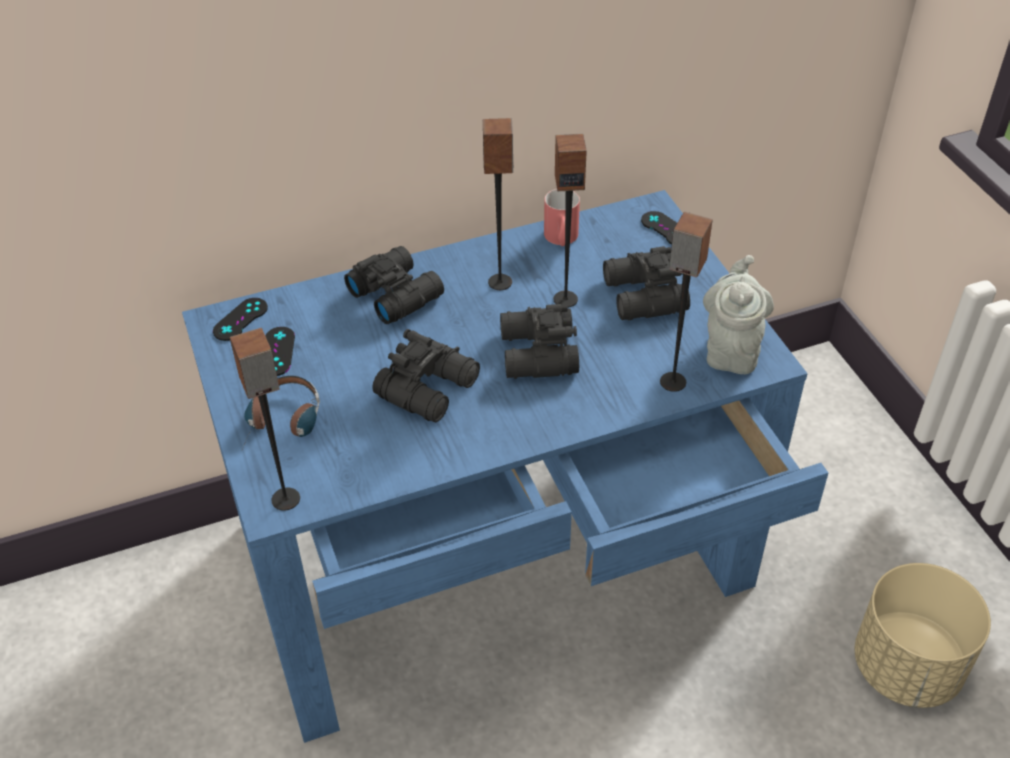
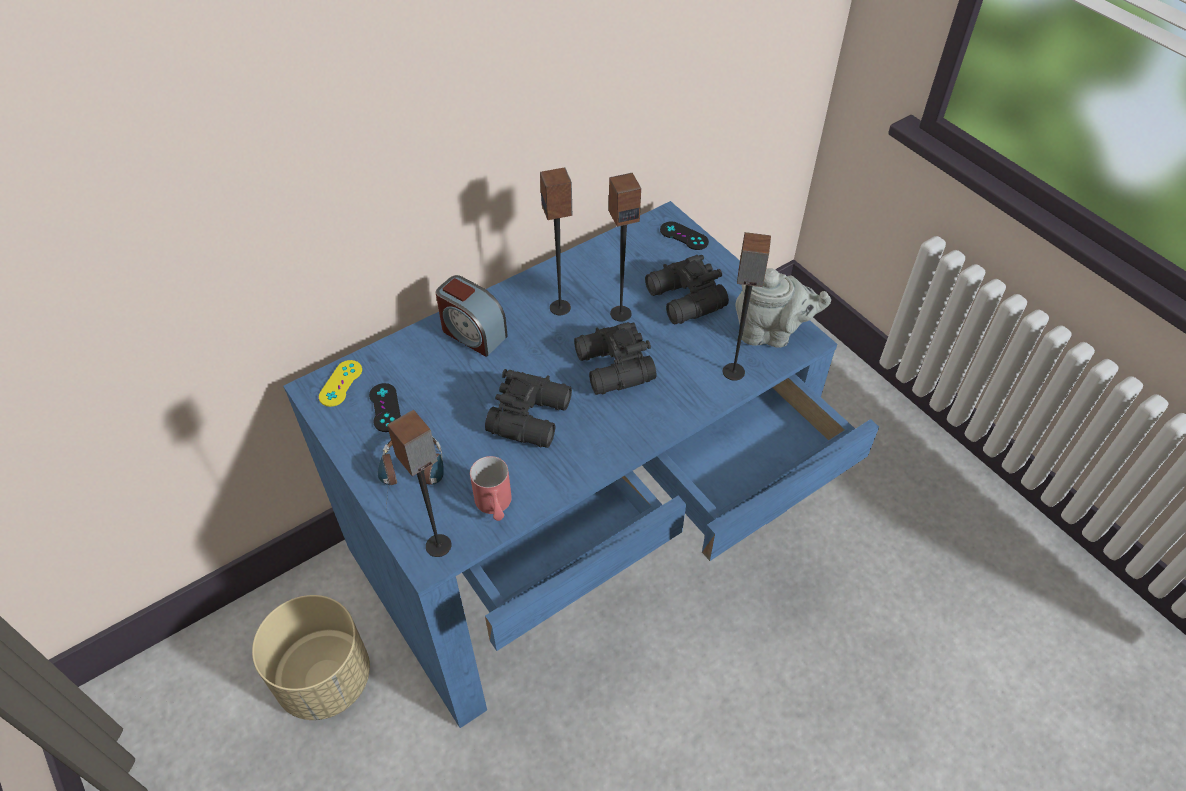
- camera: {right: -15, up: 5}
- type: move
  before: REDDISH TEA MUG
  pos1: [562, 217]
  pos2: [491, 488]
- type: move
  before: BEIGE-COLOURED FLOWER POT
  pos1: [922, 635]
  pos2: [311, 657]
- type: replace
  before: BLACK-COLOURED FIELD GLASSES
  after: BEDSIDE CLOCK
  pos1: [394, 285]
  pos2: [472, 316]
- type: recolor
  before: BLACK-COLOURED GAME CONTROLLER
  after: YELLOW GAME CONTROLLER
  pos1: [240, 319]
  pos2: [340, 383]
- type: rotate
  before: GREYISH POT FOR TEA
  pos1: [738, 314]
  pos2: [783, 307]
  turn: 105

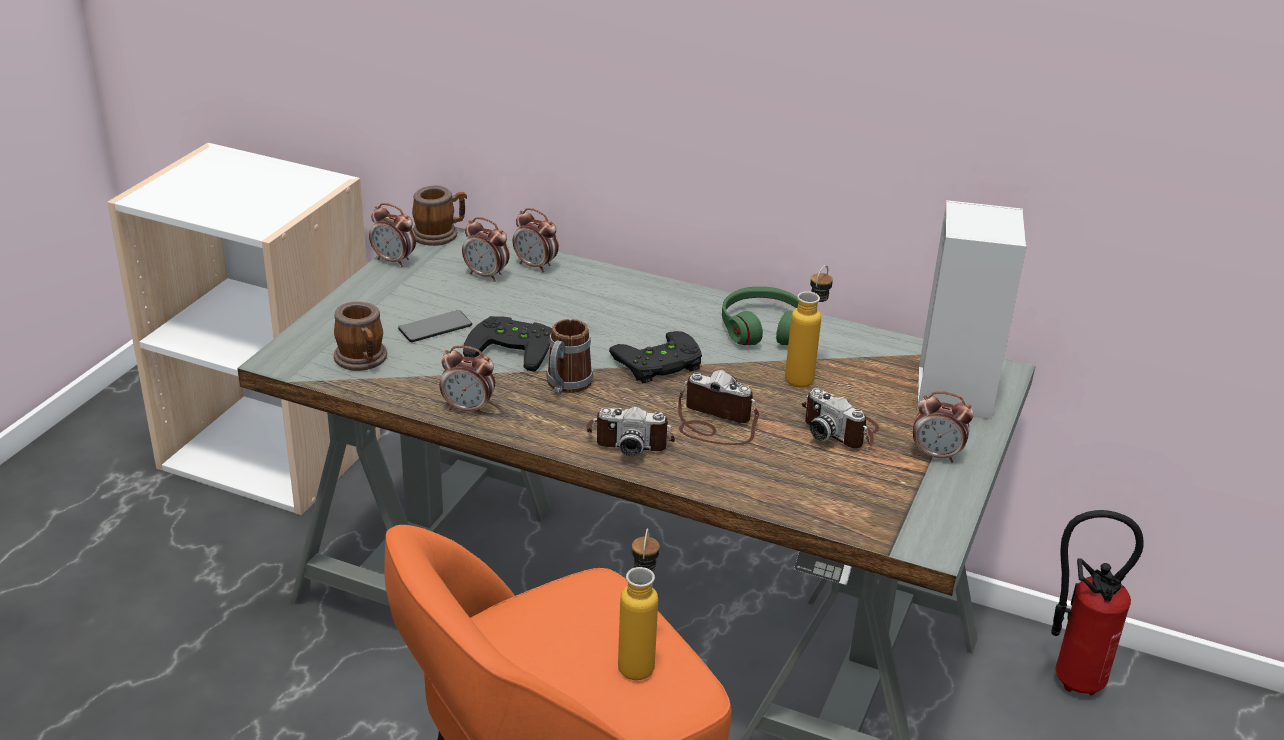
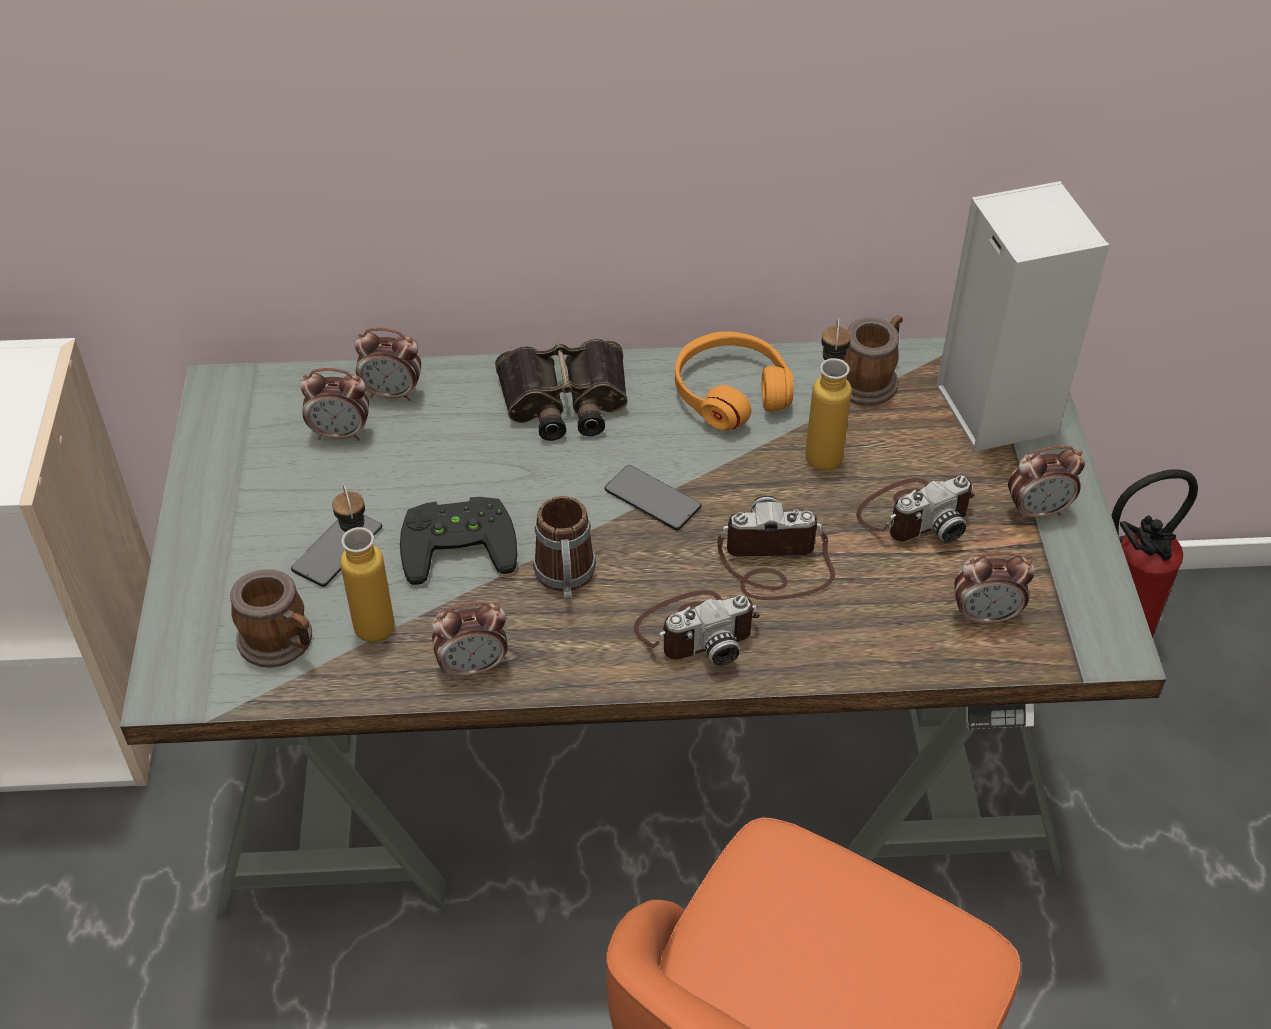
- camera: {right: -25, up: 15}
- type: insert
  after: FIELD GLASSES
  pos2: [561, 390]
- type: move
  before: BEDSIDE CLOCK
  pos1: [392, 235]
  pos2: [994, 588]
- type: move
  before: TEA MUG
  pos1: [439, 215]
  pos2: [873, 360]
- type: move
  before: DRINK BOTTLE
  pos1: [638, 604]
  pos2: [363, 563]
- type: replace
  before: BLACK-COLOURED GAME CONTROLLER
  after: TELEPHONE
  pos1: [655, 357]
  pos2: [653, 498]
- type: recolor
  before: GREENISH HEADSET
  after: ORANGEY HEADSET
  pos1: [760, 316]
  pos2: [734, 380]
- type: rotate
  before: STILL CAMERA
  pos1: [840, 418]
  pos2: [915, 509]
  turn: -45

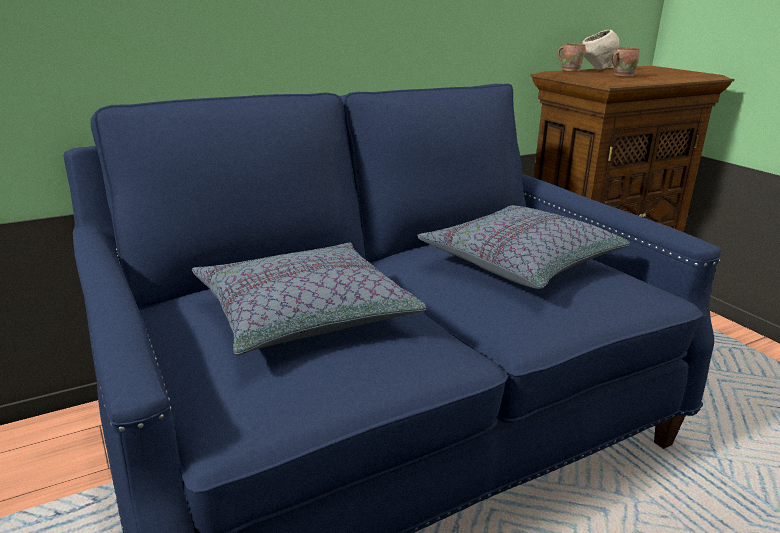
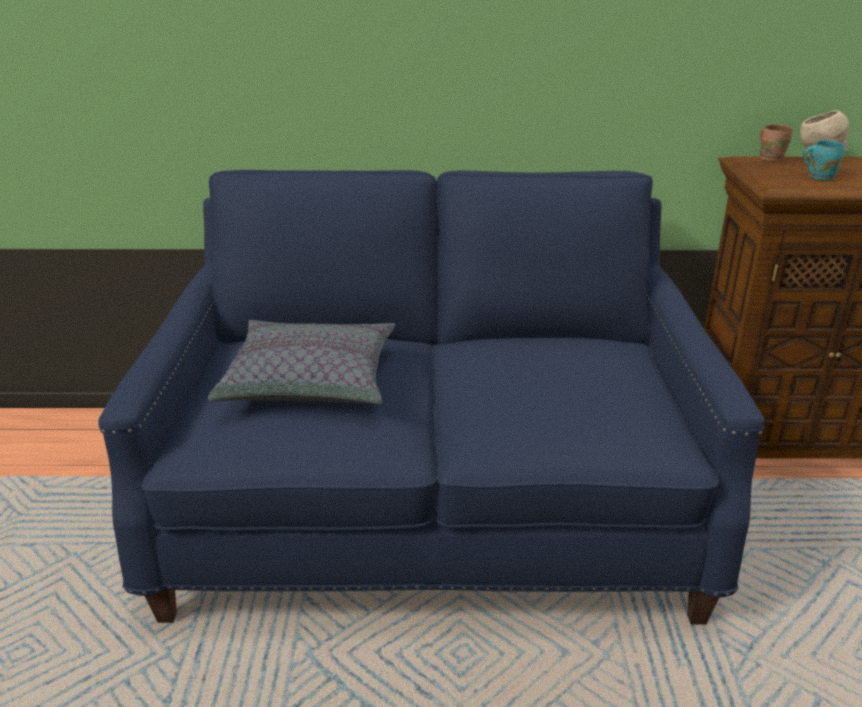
- camera: {right: 30, up: 5}
- type: delete
  before: GREYISH CUSHION
  pos1: [523, 247]
- type: recolor
  before: BROWNISH TEA MUG
  after: TURQUOISE TEA MUG
  pos1: [626, 62]
  pos2: [824, 160]

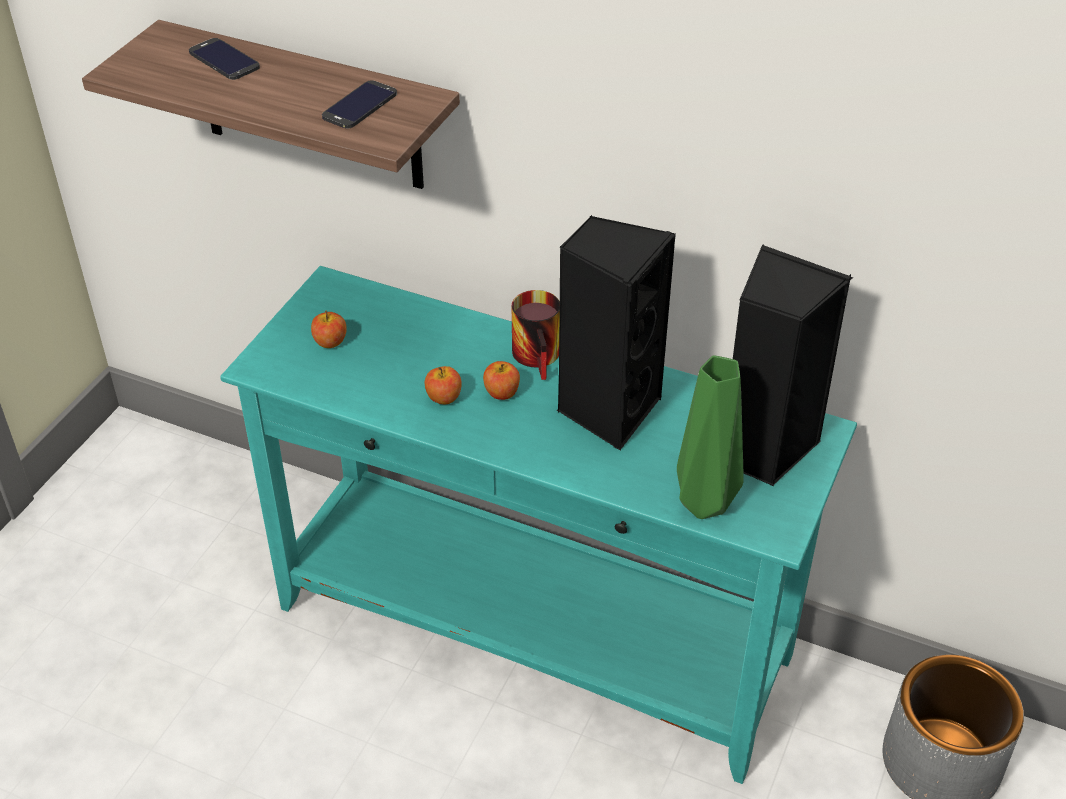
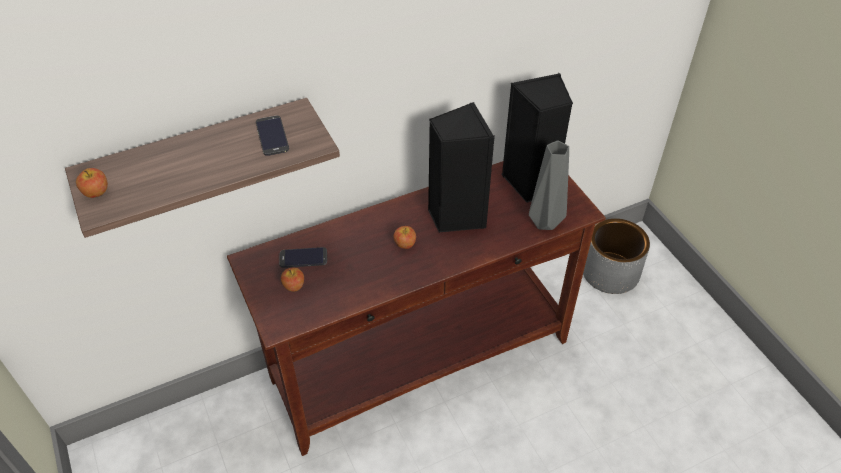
- camera: {right: -50, up: 5}
- type: delete
  before: TEA MUG
  pos1: [536, 335]
- type: move
  before: TELEPHONE
  pos1: [224, 59]
  pos2: [303, 257]
- type: move
  before: APPLE
  pos1: [443, 385]
  pos2: [92, 183]
- type: recolor
  before: TURQUOISE CONSOLE TABLE
  after: BROWNISH CONSOLE TABLE
  pos1: [538, 525]
  pos2: [416, 308]
- type: recolor
  before: GREENISH VASE
  after: GREYISH VASE
  pos1: [710, 437]
  pos2: [549, 185]

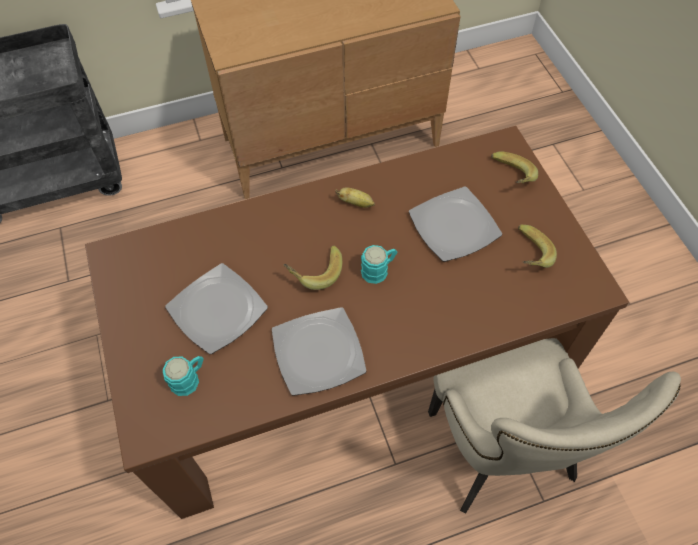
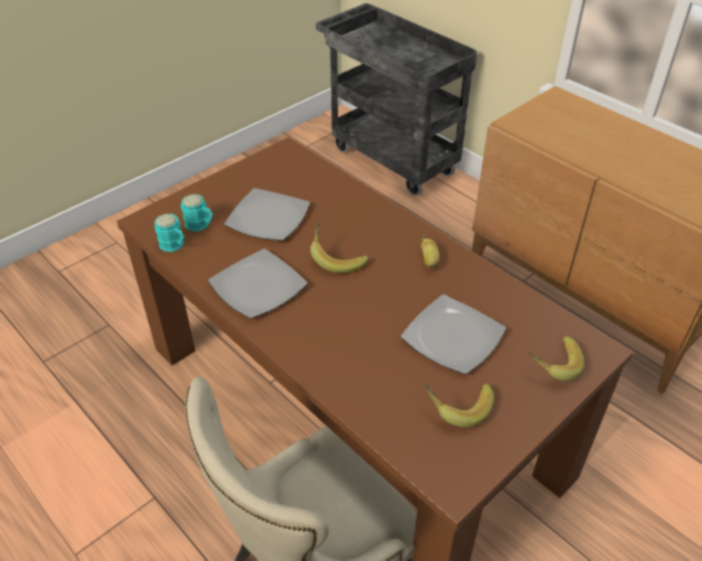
- camera: {right: 65, up: -15}
- type: move
  before: TURQUOISE TEA MUG
  pos1: [379, 264]
  pos2: [169, 233]

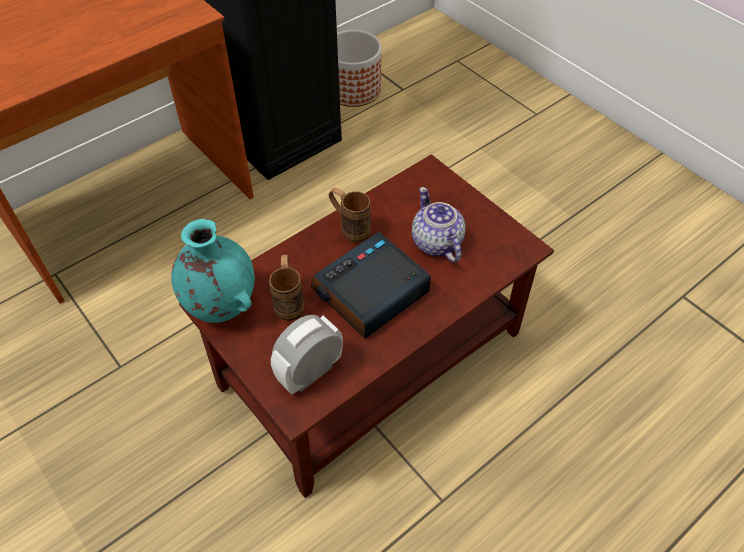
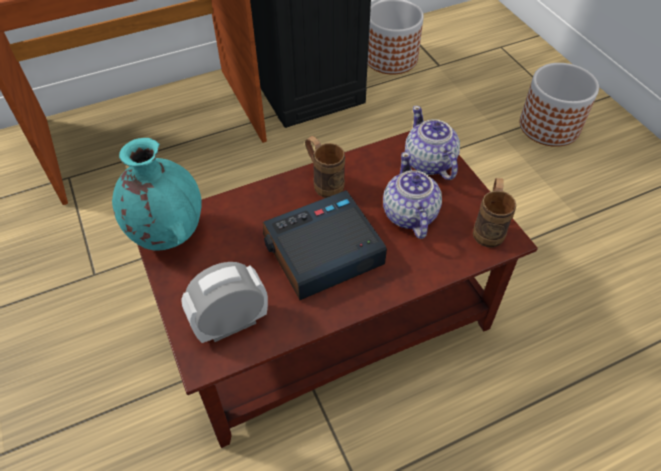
- camera: {right: 15, up: 0}
- type: insert
  after: POT FOR TEA
  pos2: [432, 143]
- type: insert
  after: FLOWER POT
  pos2: [559, 105]
- type: move
  before: BROWNISH TEA MUG
  pos1: [287, 287]
  pos2: [494, 212]

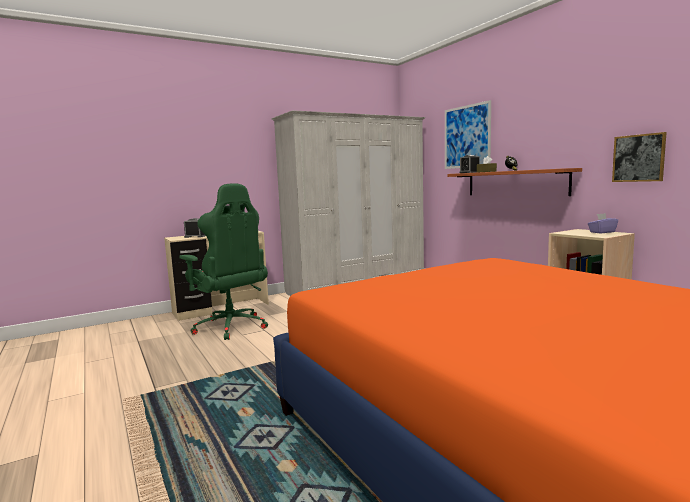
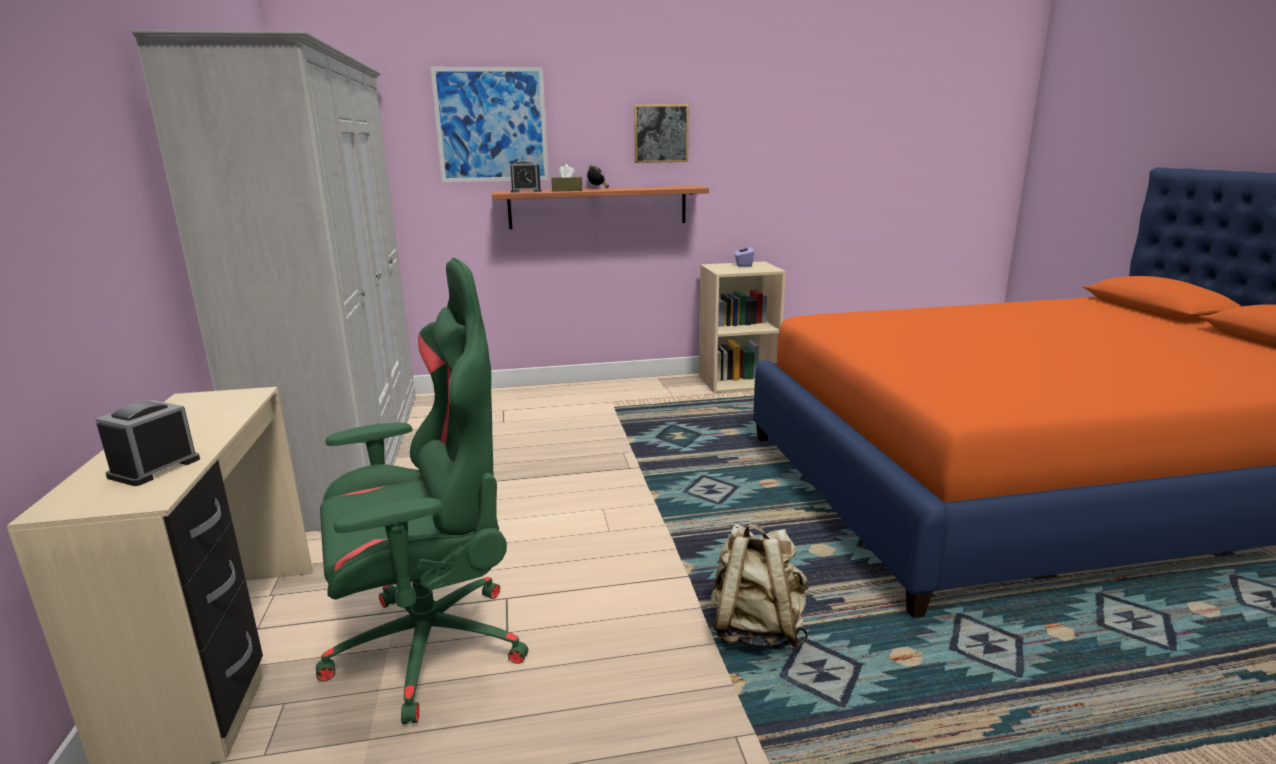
- camera: {right: -70, up: 10}
- type: insert
  after: BEIGE-COLOURED BACKPACK
  pos2: [759, 586]
- type: move
  before: WALL ART
  pos1: [639, 157]
  pos2: [661, 133]

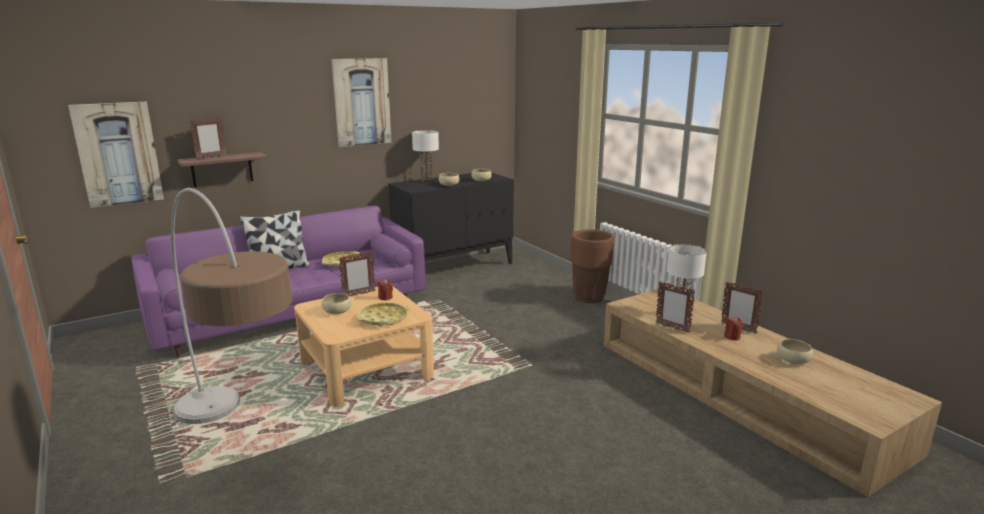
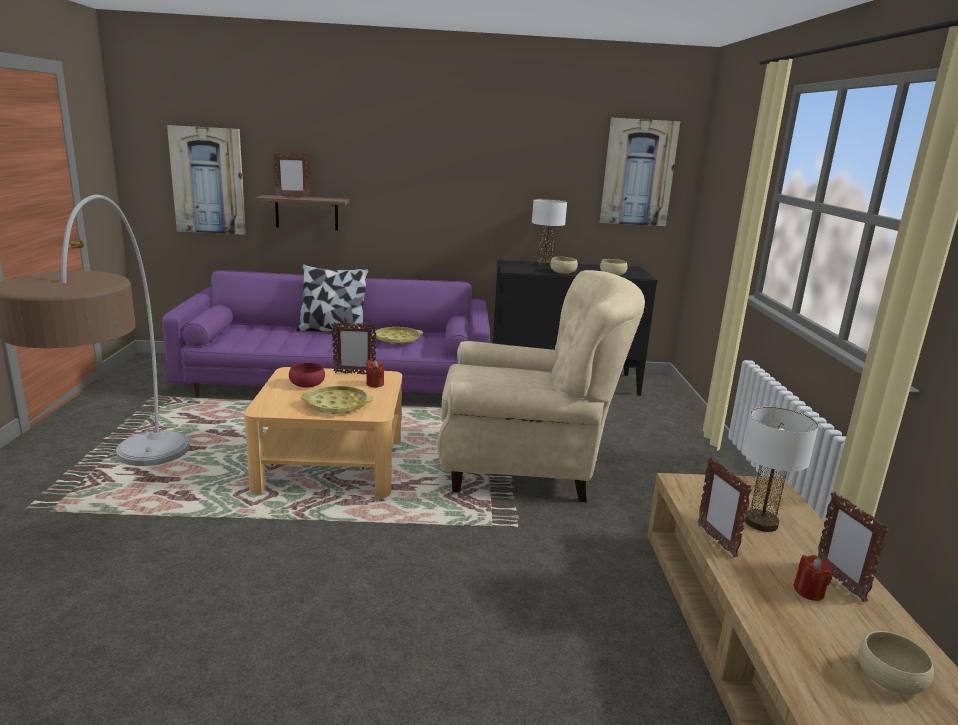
- camera: {right: 30, up: 0}
- type: delete
  before: BROWNISH FLOWER POT
  pos1: [592, 266]
- type: insert
  after: BEIGE-COLOURED LOUNGE CHAIR
  pos2: [541, 386]
- type: move
  before: WALL ART
  pos1: [362, 102]
  pos2: [640, 172]
- type: recolor
  before: BEIGE-COLOURED DEEP DISH
  after: REDDISH DEEP DISH
  pos1: [336, 303]
  pos2: [307, 375]

